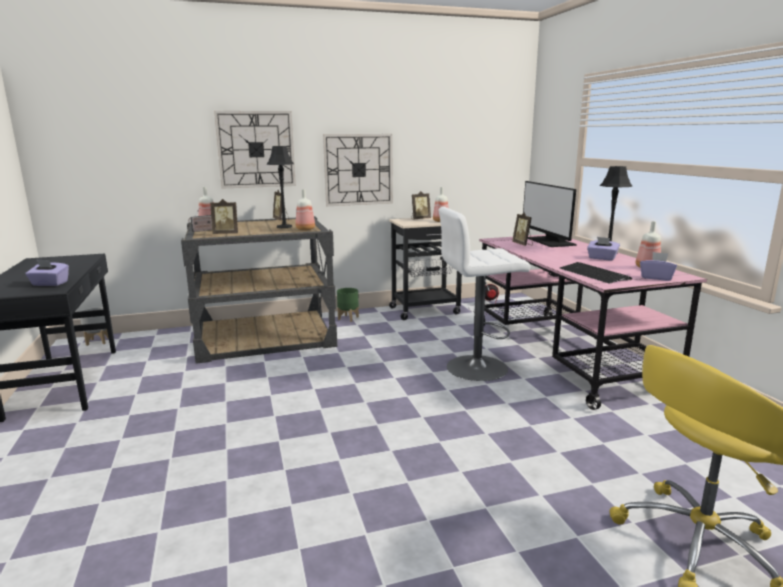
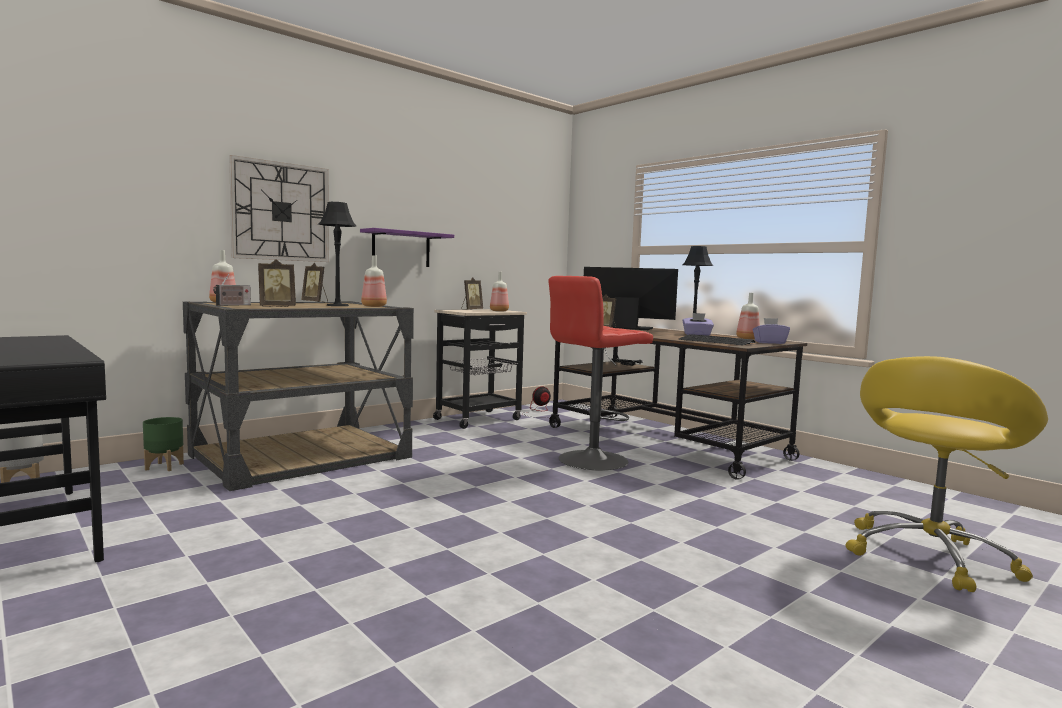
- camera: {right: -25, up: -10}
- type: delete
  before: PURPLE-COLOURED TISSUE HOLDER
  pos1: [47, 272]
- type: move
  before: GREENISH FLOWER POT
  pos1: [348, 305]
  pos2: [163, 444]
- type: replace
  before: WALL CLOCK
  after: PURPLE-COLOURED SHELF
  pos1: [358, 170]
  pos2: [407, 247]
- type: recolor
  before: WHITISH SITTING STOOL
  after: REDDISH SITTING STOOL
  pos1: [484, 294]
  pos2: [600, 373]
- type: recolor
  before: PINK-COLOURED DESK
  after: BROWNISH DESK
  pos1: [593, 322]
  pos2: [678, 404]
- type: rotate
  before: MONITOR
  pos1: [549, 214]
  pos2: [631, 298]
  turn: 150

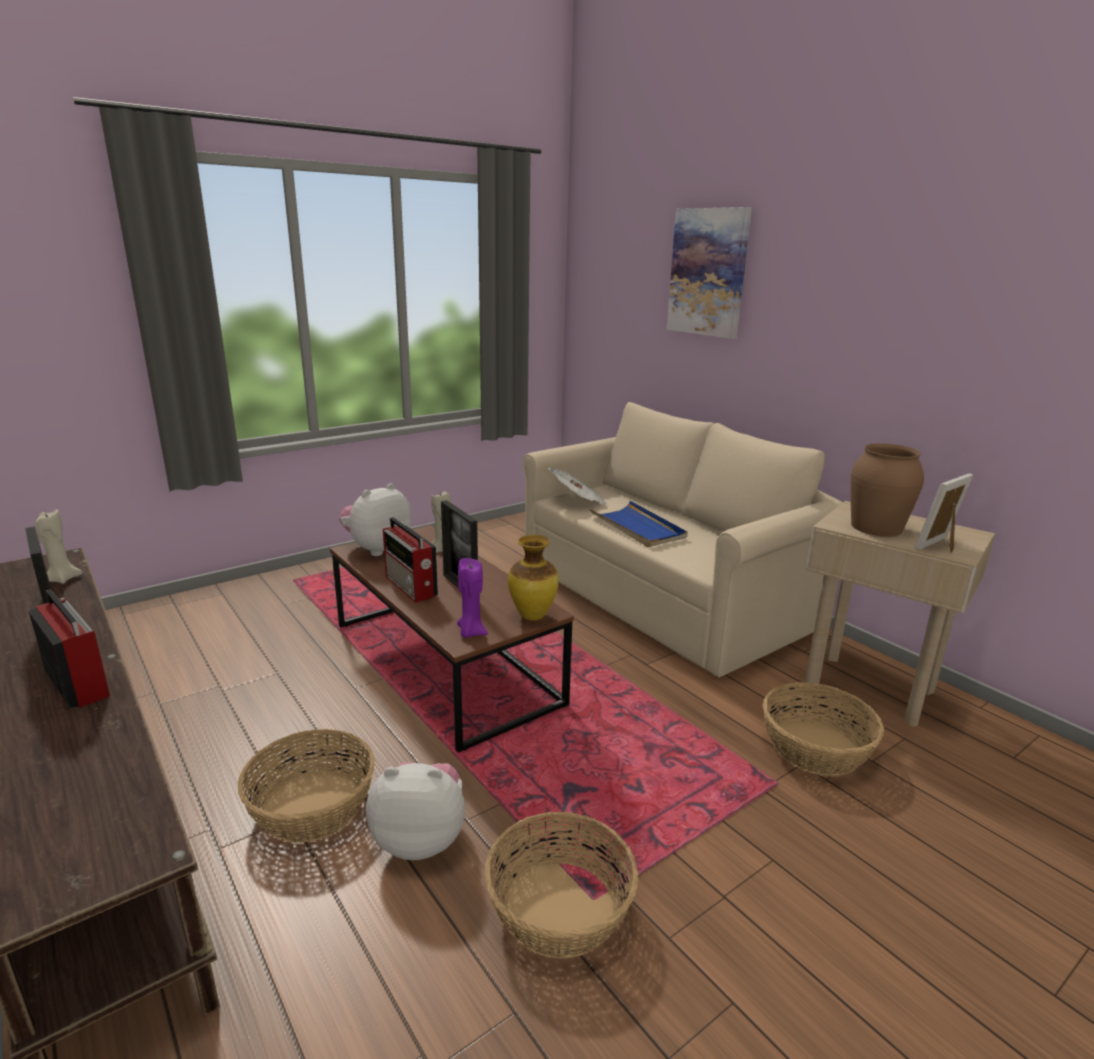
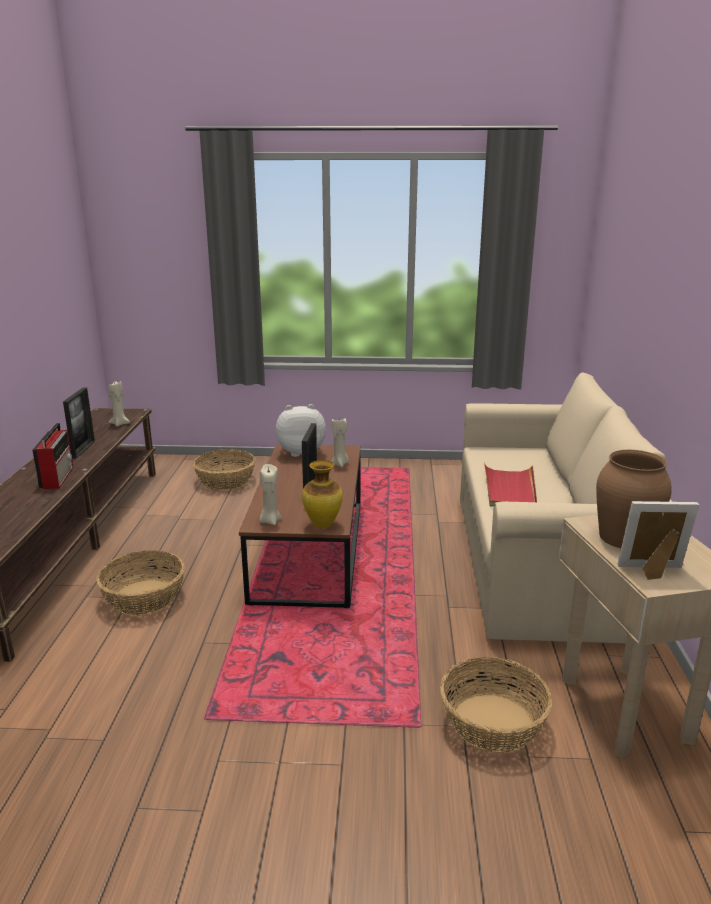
- camera: {right: 40, up: 0}
- type: delete
  before: CUDDLY TOY
  pos1: [415, 811]
- type: delete
  before: RADIO RECEIVER
  pos1: [410, 560]
- type: delete
  before: DAILY PAPER
  pos1: [578, 486]
- type: delete
  before: WALL ART
  pos1: [709, 273]
- type: move
  before: STORAGE BASKET
  pos1: [562, 885]
  pos2: [224, 469]
- type: recolor
  before: PURPLE-COLOURED WAX LIGHT
  after: BEIGE-COLOURED WAX LIGHT
  pos1: [472, 598]
  pos2: [270, 494]
- type: recolor
  before: BLUE-COLOURED SERVING TRAY
  after: REDDISH SERVING TRAY
  pos1: [639, 524]
  pos2: [510, 485]

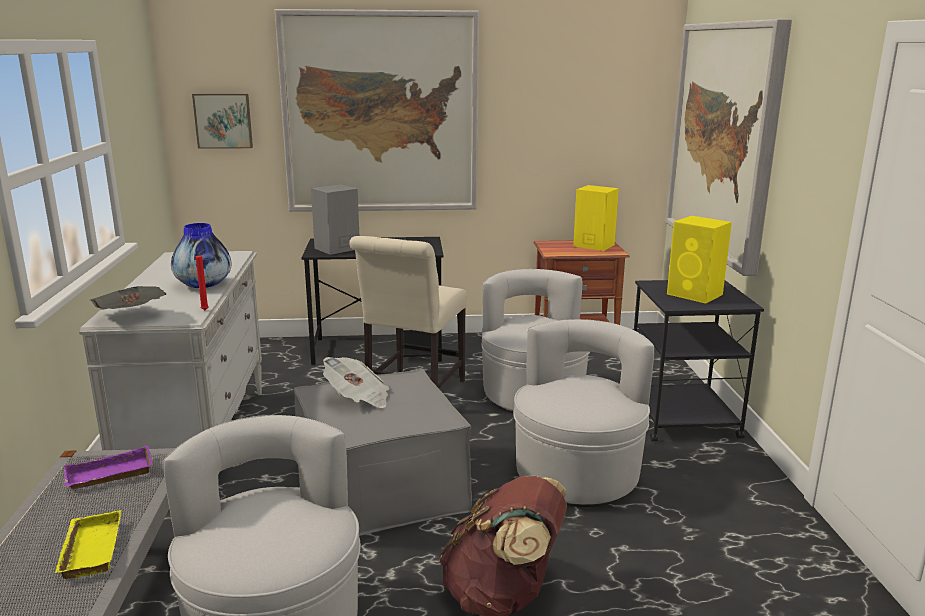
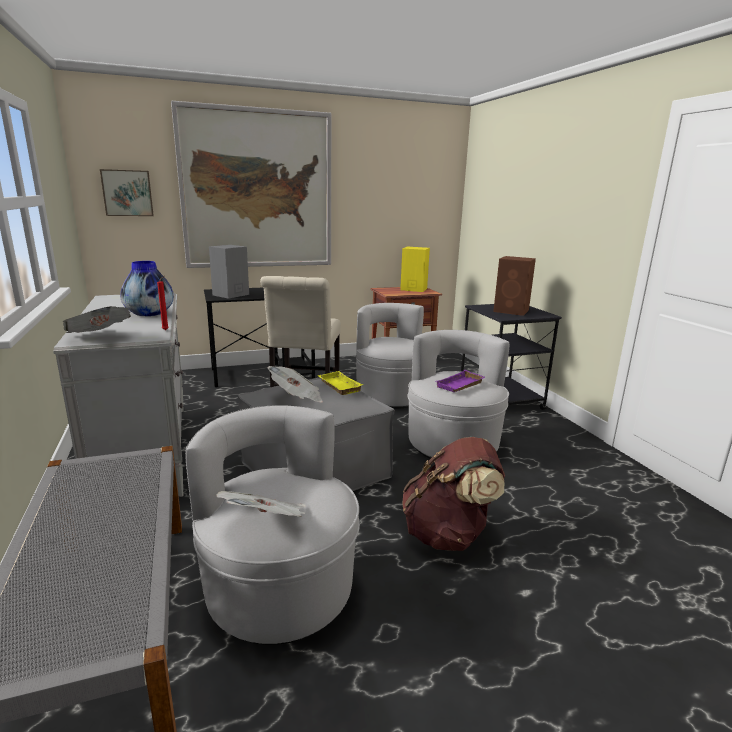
- camera: {right: -15, up: 0}
- type: delete
  before: WALL ART
  pos1: [728, 147]
- type: insert
  after: DAILY PAPER
  pos2: [261, 504]
- type: move
  before: YELLOW SERVING TRAY
  pos1: [88, 544]
  pos2: [340, 383]
- type: move
  before: PURPLE-COLOURED SERVING TRAY
  pos1: [108, 467]
  pos2: [460, 381]
- type: recolor
  before: YELLOW SPEAKER
  after: BROWNISH SPEAKER
  pos1: [699, 259]
  pos2: [514, 286]

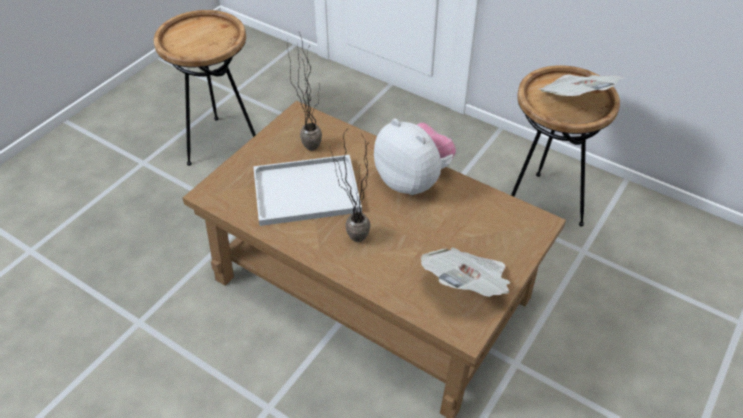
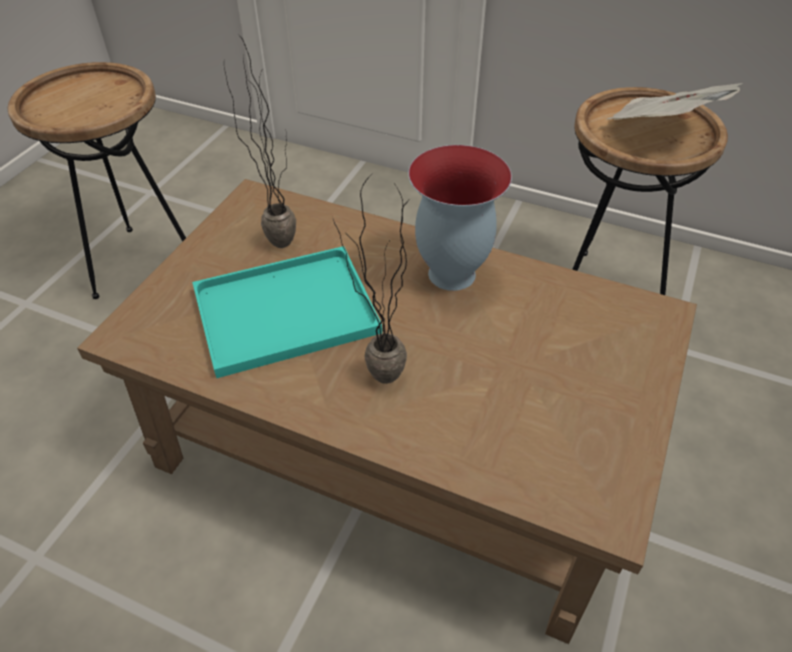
- camera: {right: -10, up: 0}
- type: delete
  before: DAILY PAPER
  pos1: [465, 272]
- type: replace
  before: CUDDLY TOY
  after: VASE
  pos1: [415, 157]
  pos2: [460, 218]
- type: recolor
  before: WHITISH SERVING TRAY
  after: TURQUOISE SERVING TRAY
  pos1: [307, 190]
  pos2: [287, 312]

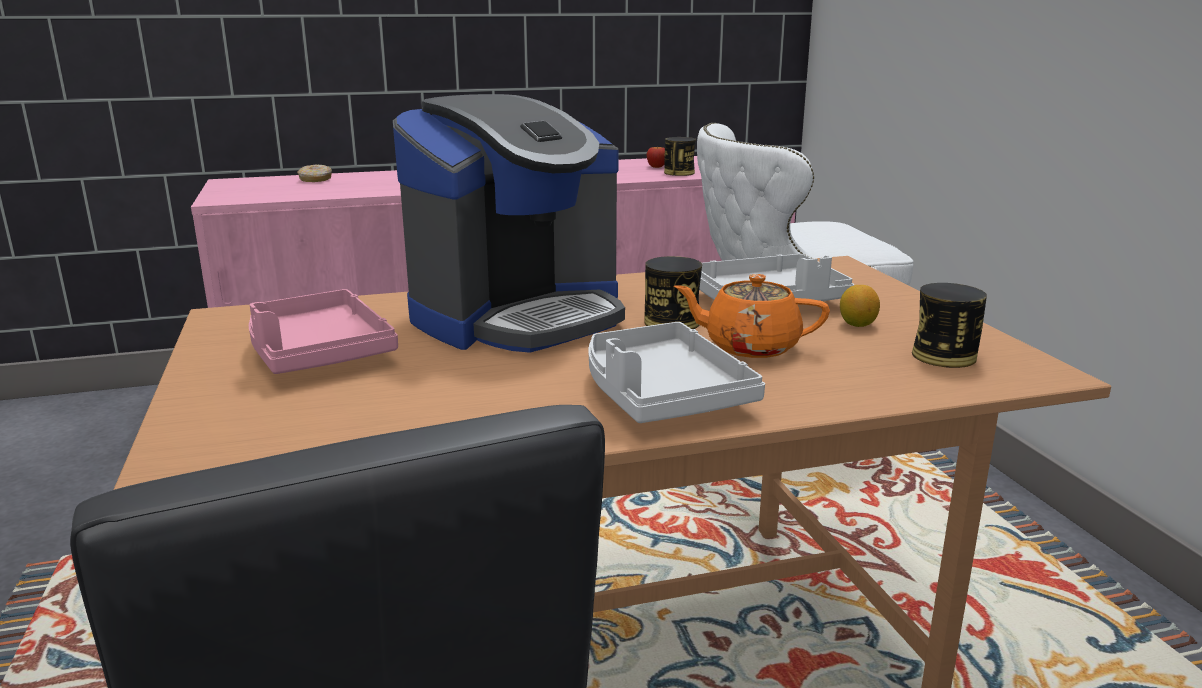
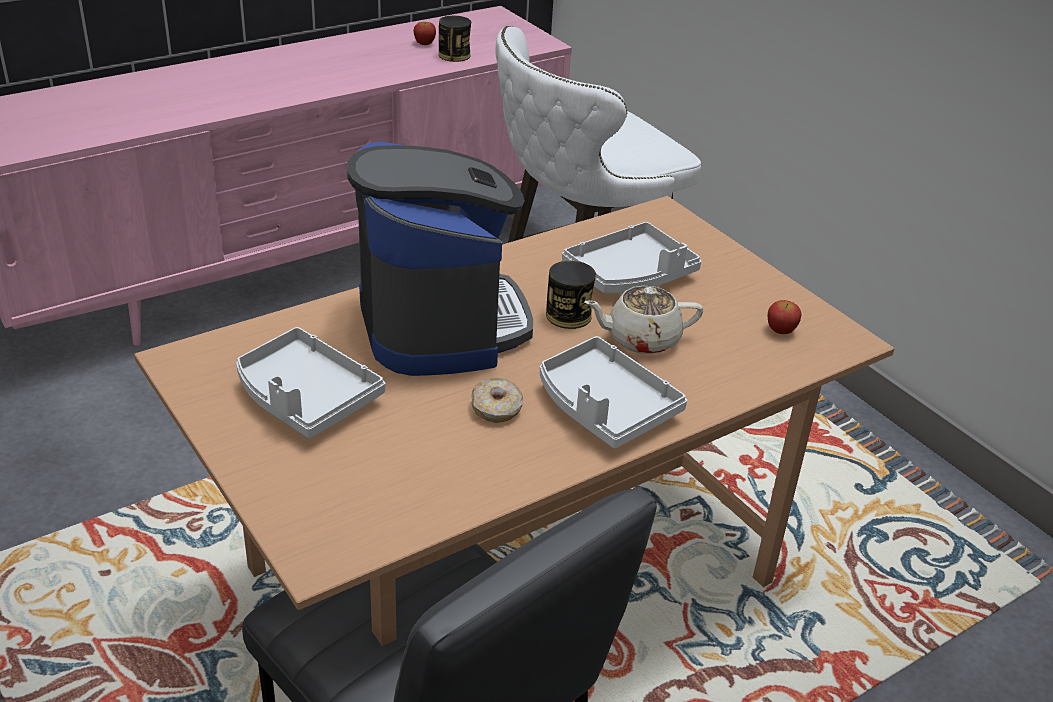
- camera: {right: -20, up: 15}
- type: delete
  before: CITRUS FRUIT
  pos1: [860, 306]
- type: move
  before: DOUGHNUT
  pos1: [314, 173]
  pos2: [497, 400]
- type: replace
  before: CAN
  after: APPLE
  pos1: [949, 325]
  pos2: [784, 317]
- type: recolor
  before: PINK-COLOURED SERVING TRAY
  after: GREYISH SERVING TRAY
  pos1: [323, 331]
  pos2: [310, 382]
- type: recolor
  before: ORANGEY POT FOR TEA
  after: BEIGE-COLOURED POT FOR TEA
  pos1: [752, 316]
  pos2: [644, 320]
- type: rotate
  before: COFFEE BREWER
  pos1: [509, 223]
  pos2: [440, 259]
  turn: -45

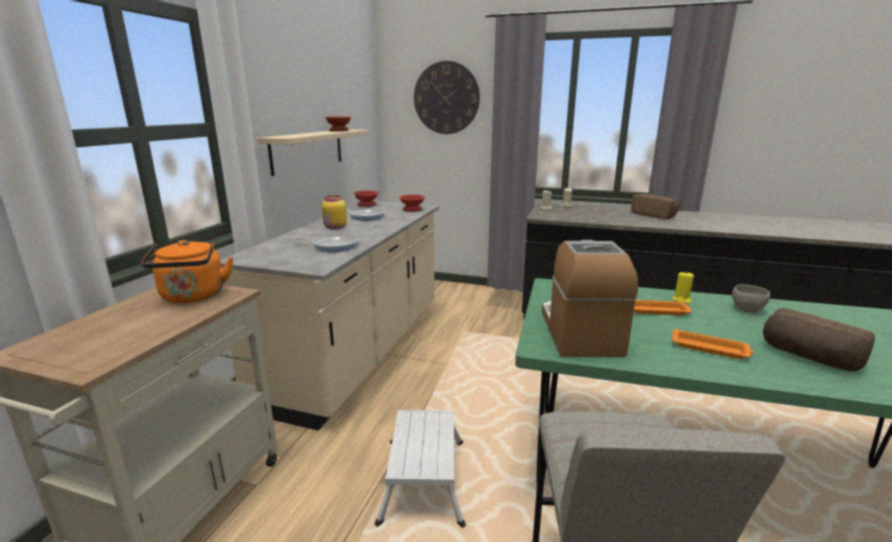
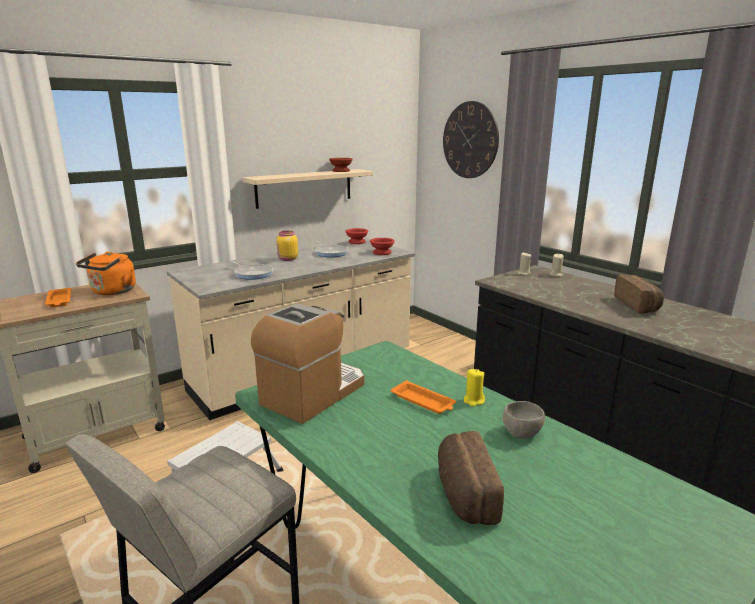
- camera: {right: 35, up: 0}
- type: move
  before: ORANGEY SERVING TRAY
  pos1: [713, 344]
  pos2: [58, 298]

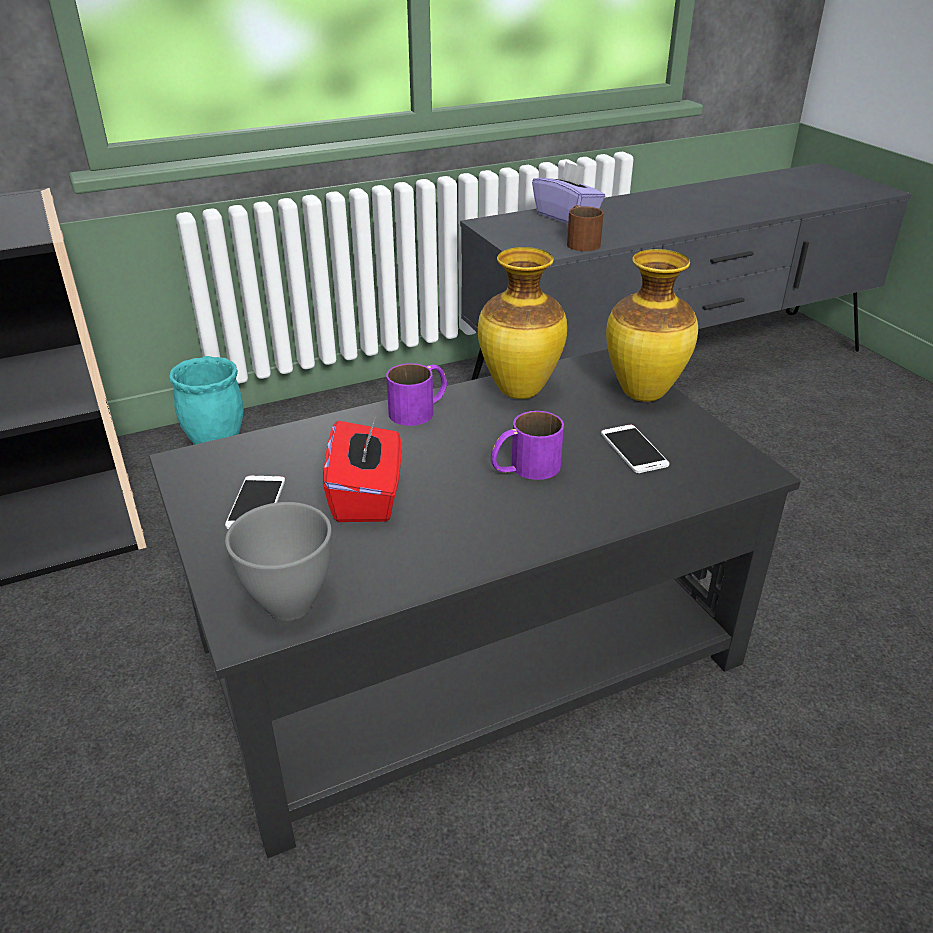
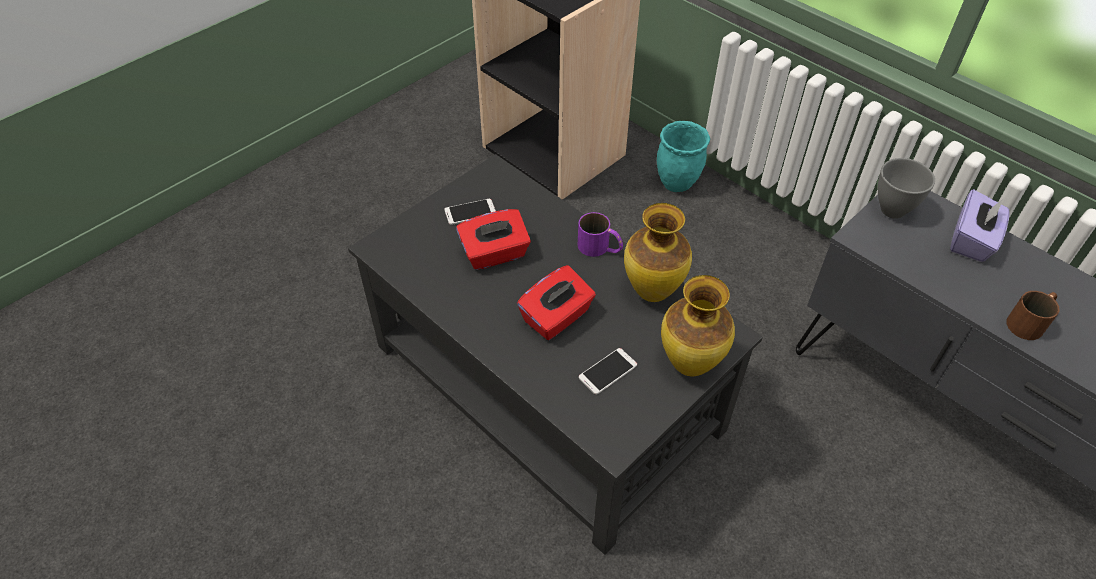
- camera: {right: 70, up: 15}
- type: move
  before: GREYISH DEEP DISH
  pos1: [278, 561]
  pos2: [906, 188]
- type: move
  before: BROWNISH TEA MUG
  pos1: [585, 228]
  pos2: [1033, 315]
- type: replace
  before: PURPLE-COLOURED TEA MUG
  after: REDDISH TISSUE HOLDER
  pos1: [527, 445]
  pos2: [556, 302]

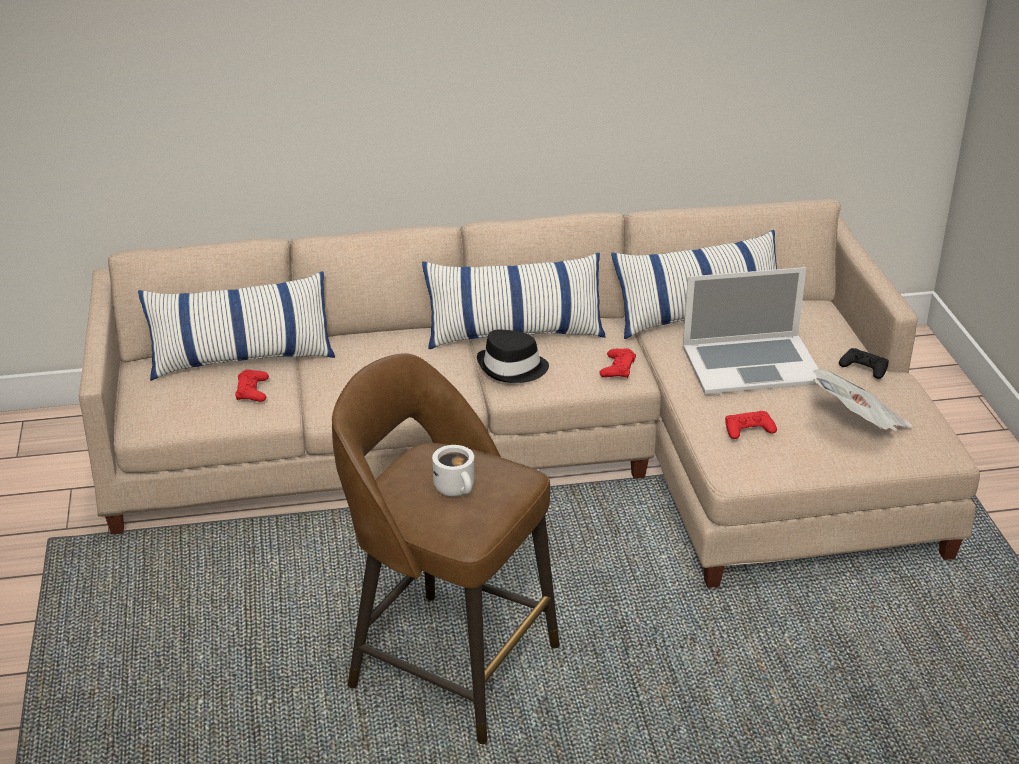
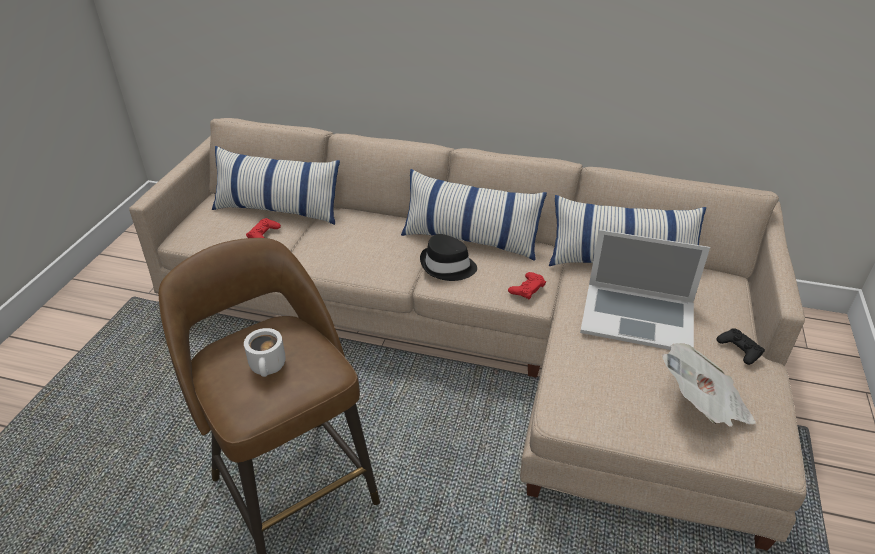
- camera: {right: 25, up: 5}
- type: delete
  before: REDDISH GAME CONTROLLER
  pos1: [751, 425]

